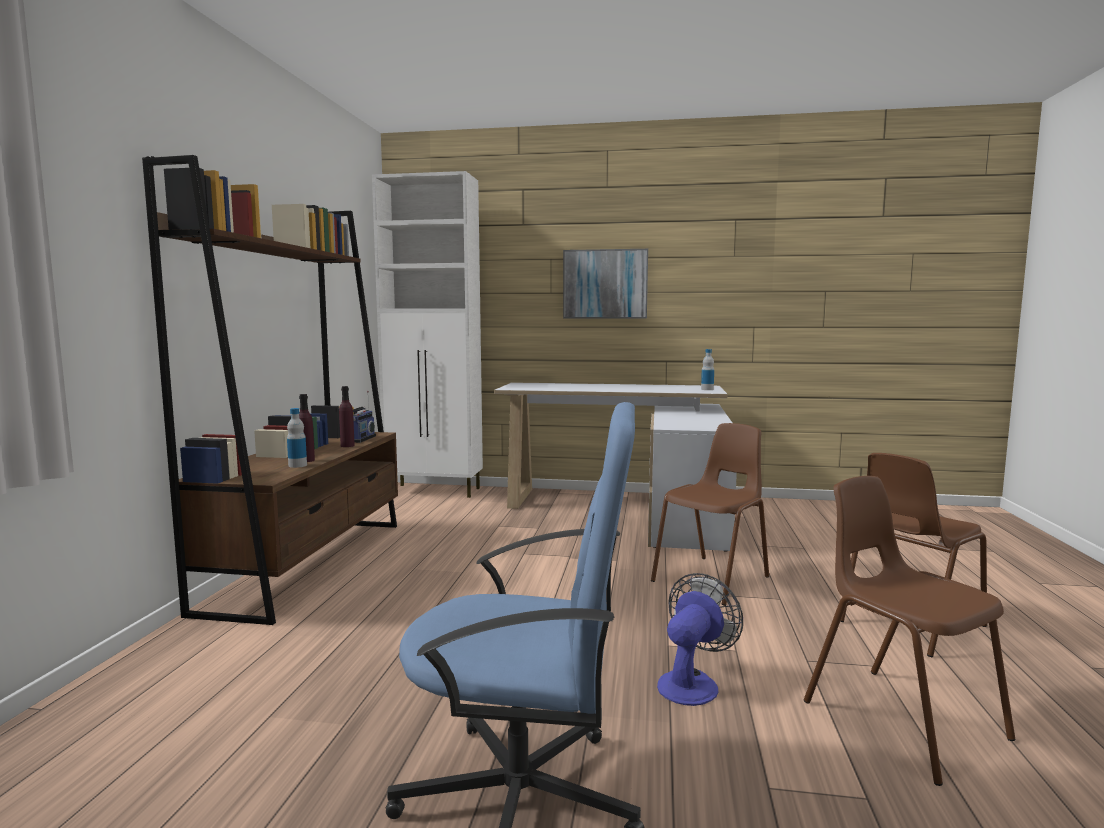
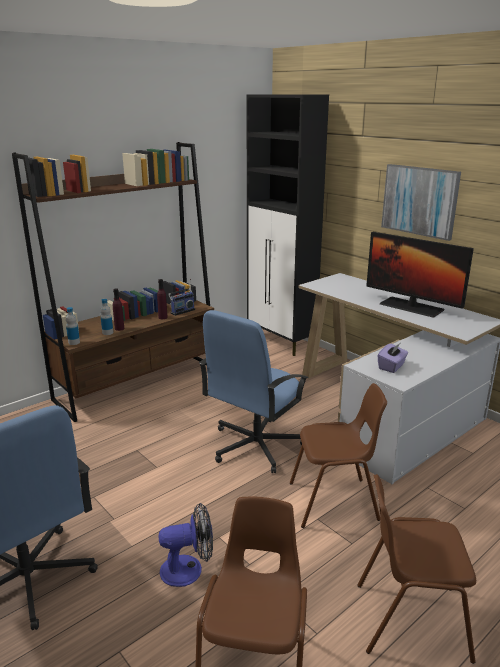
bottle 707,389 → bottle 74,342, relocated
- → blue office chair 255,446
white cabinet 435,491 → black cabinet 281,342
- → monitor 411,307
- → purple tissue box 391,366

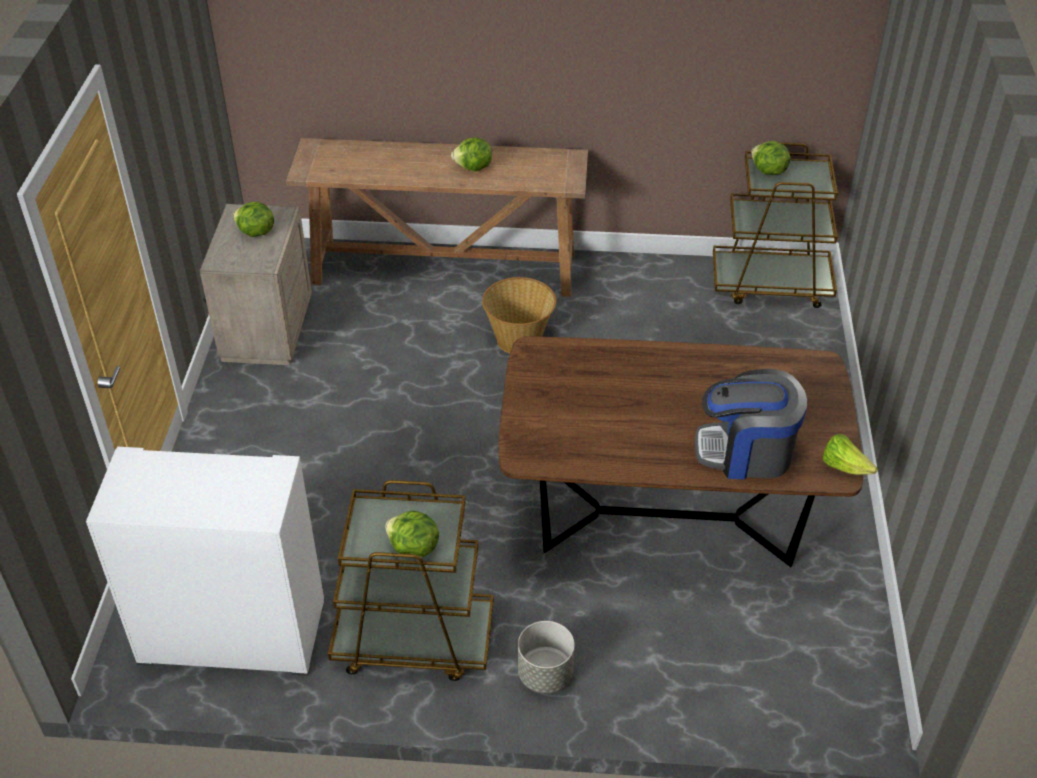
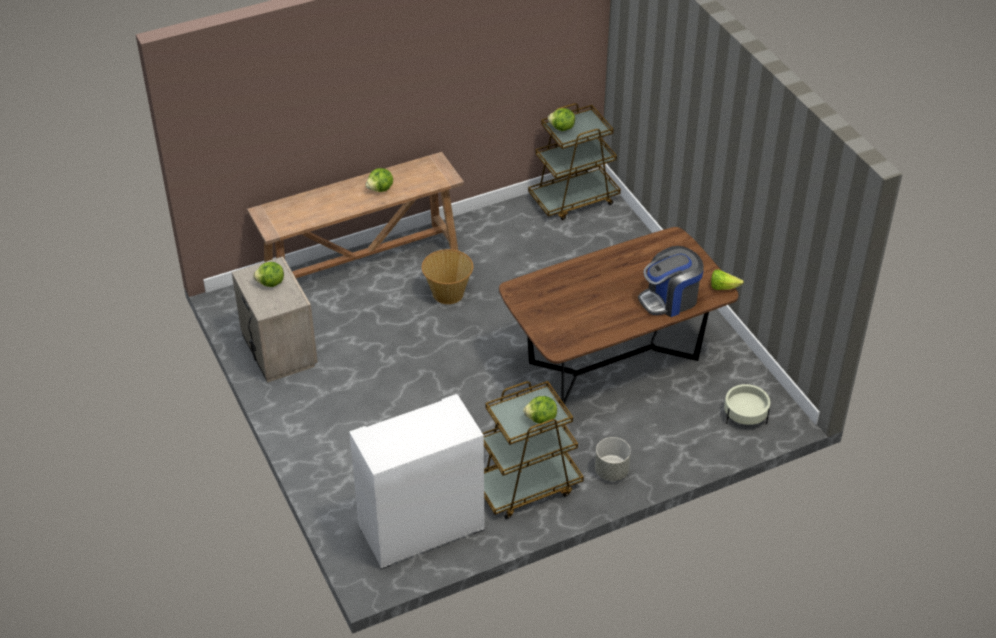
- → beige planter 745,415

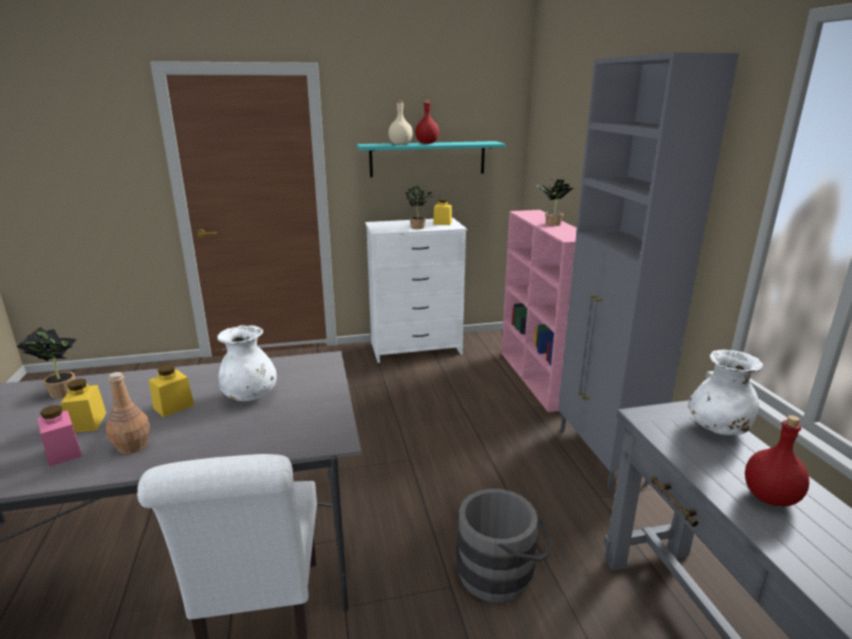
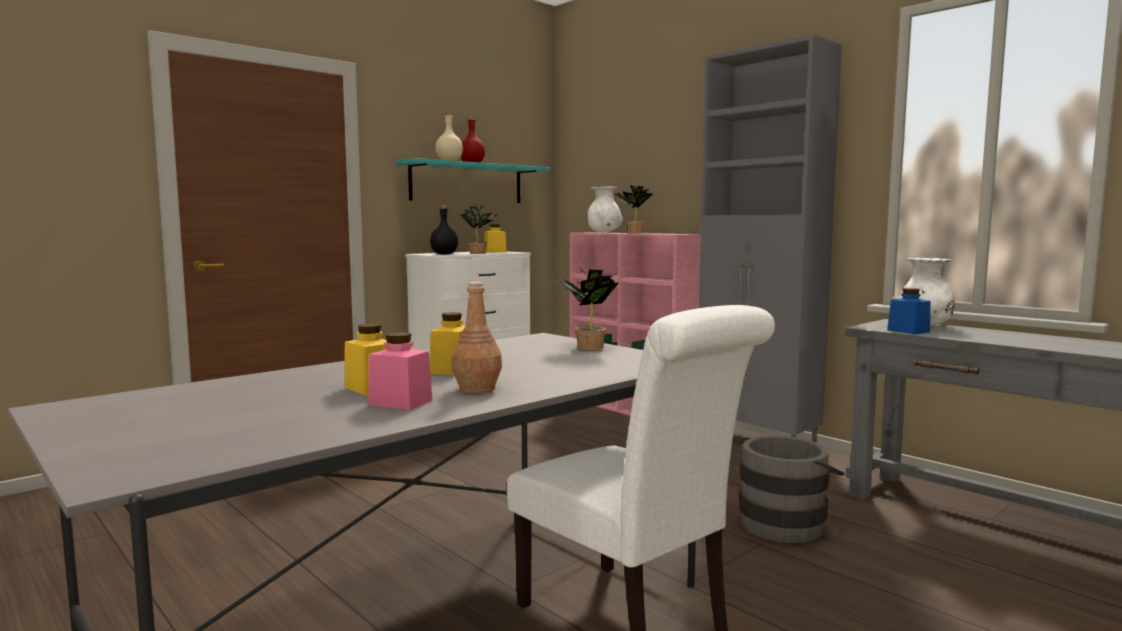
- → black bottle 444,254
potted plant 60,392 → potted plant 586,347, relocated
white vase 250,396 → white vase 604,232, relocated
- → blue jar 908,331
red bottle 770,498 → -

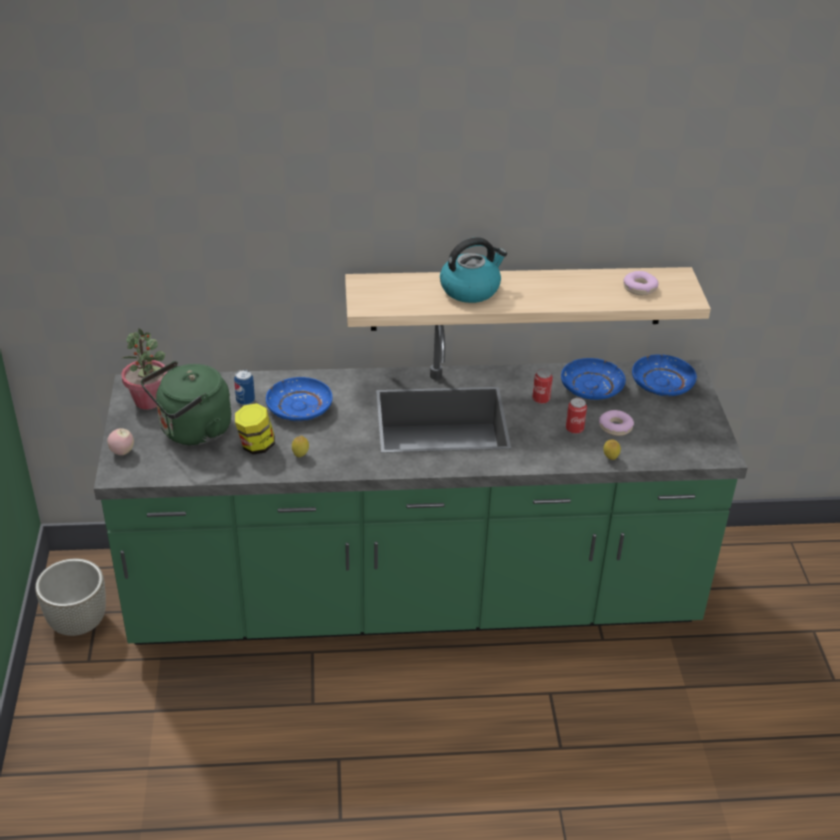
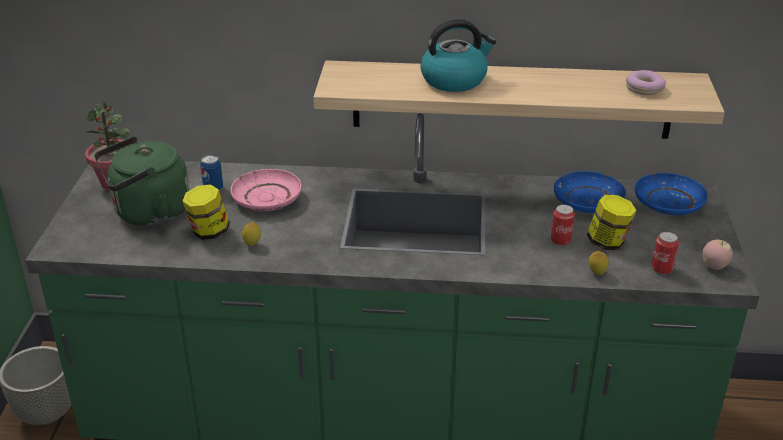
blue plate 299,407 → pink plate 267,199
donut 615,427 → jar 608,242
can 541,399 → can 662,269, relocated
apple 122,452 → apple 714,267, relocated

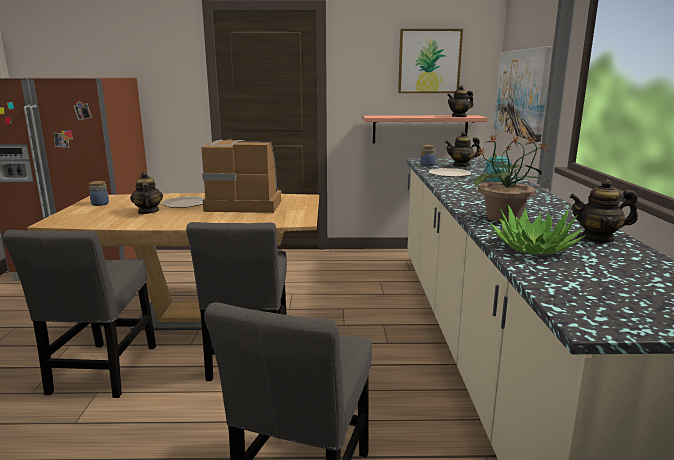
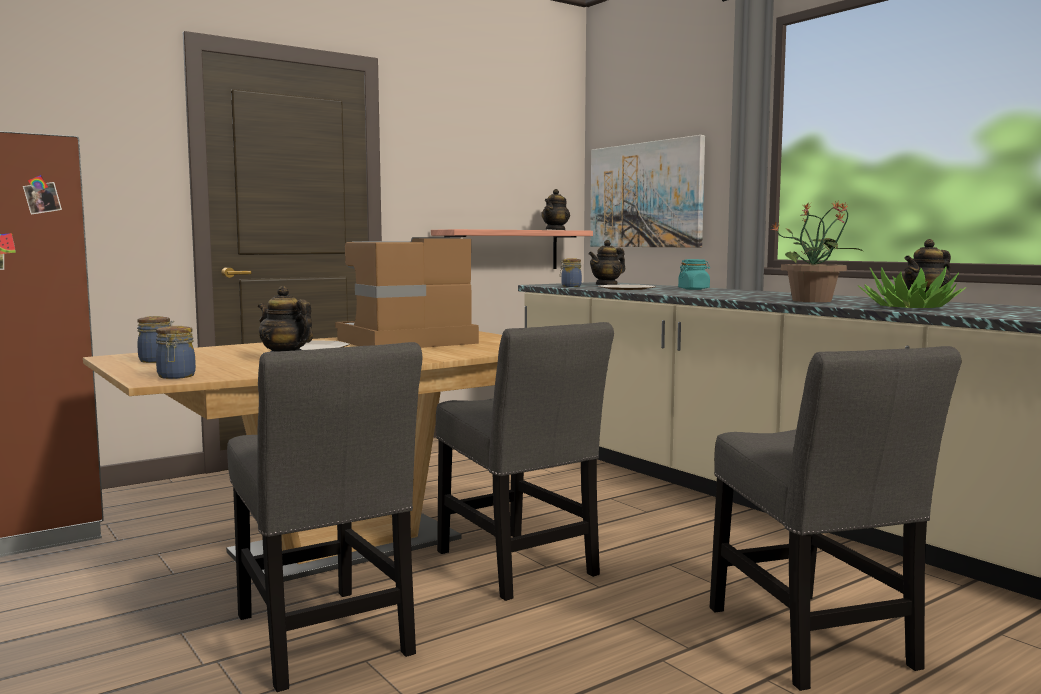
- → jar 176,376
picture 429,61 → -

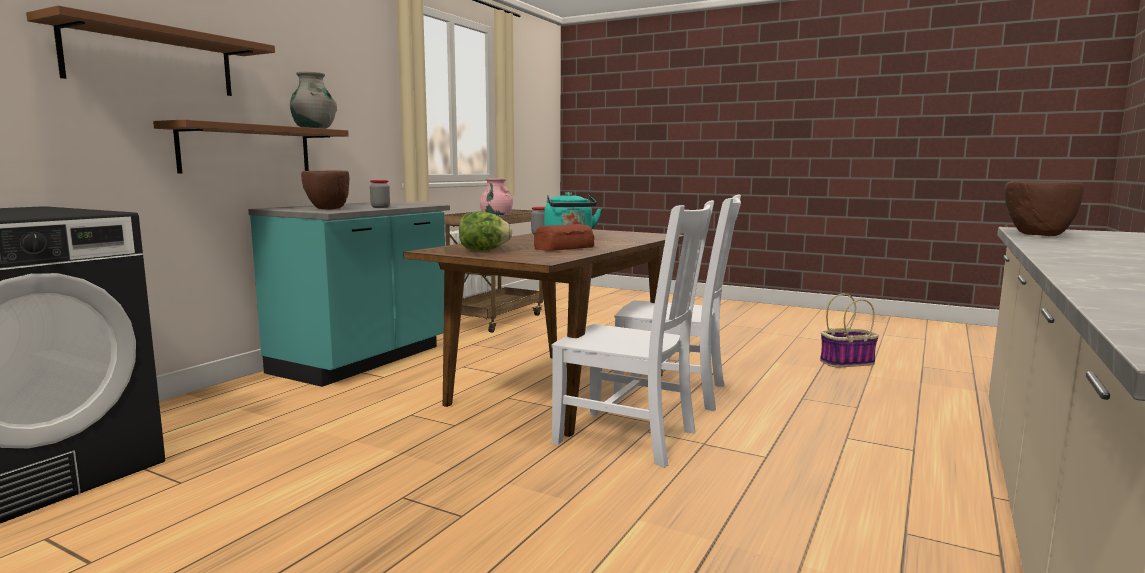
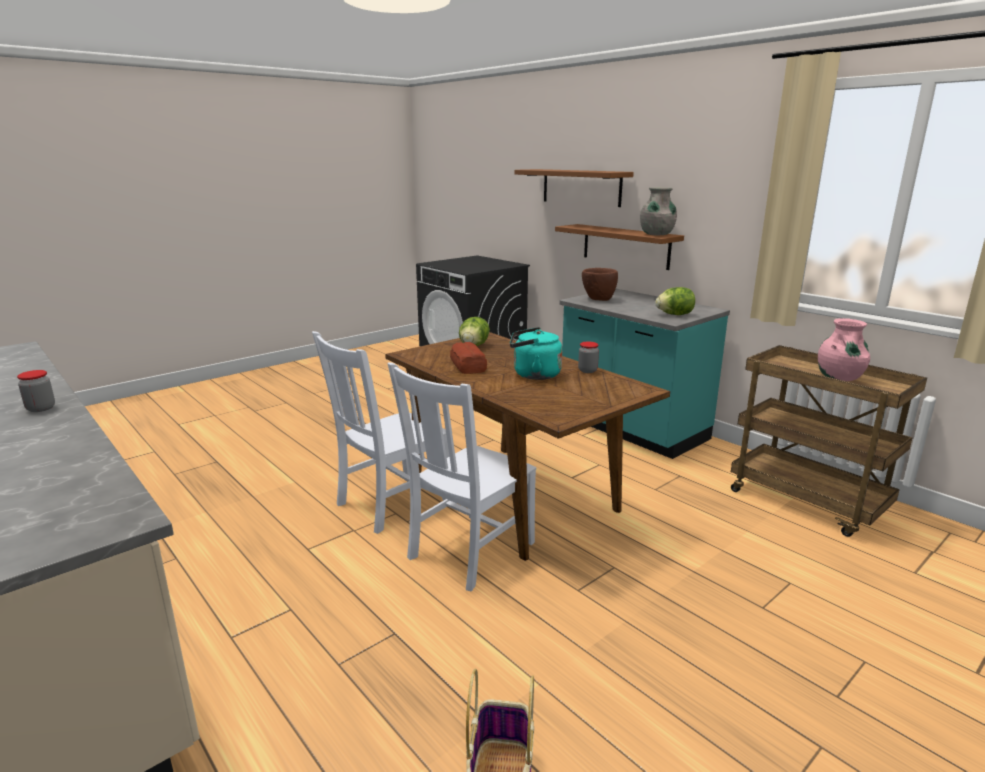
jar 380,207 → jar 41,408, relocated
- → lettuce 674,315
brown bowl 1037,235 → -

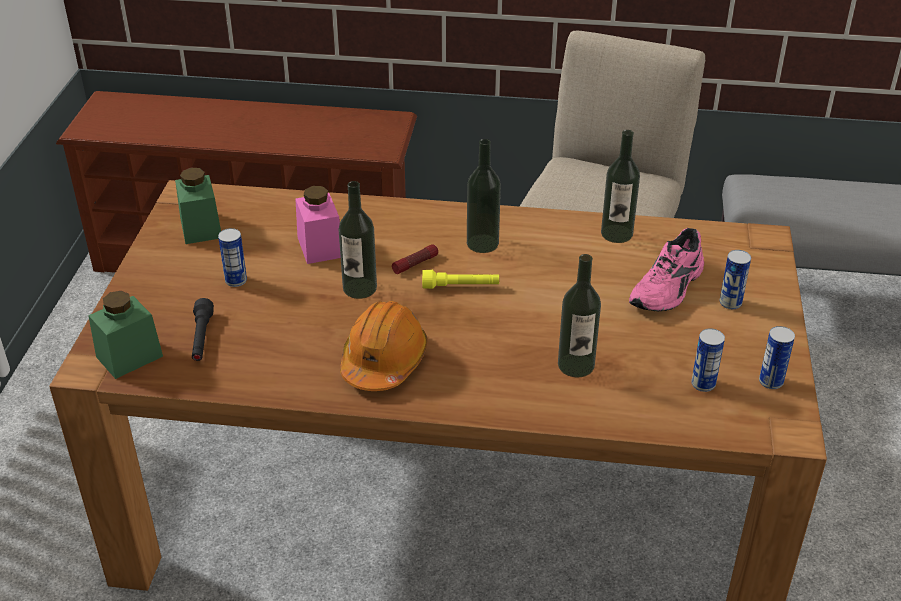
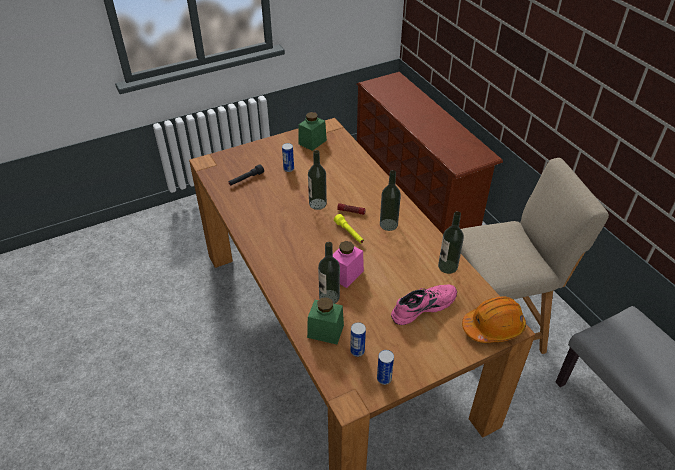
green jar 129,356 → green jar 325,331, relocated
pink jar 320,247 → pink jar 346,274, relocated
pink shoe 669,289 → pink shoe 422,306, 150 degrees clockwise
orange hard hat 384,361 → orange hard hat 493,327, relocated
can 730,303 → -

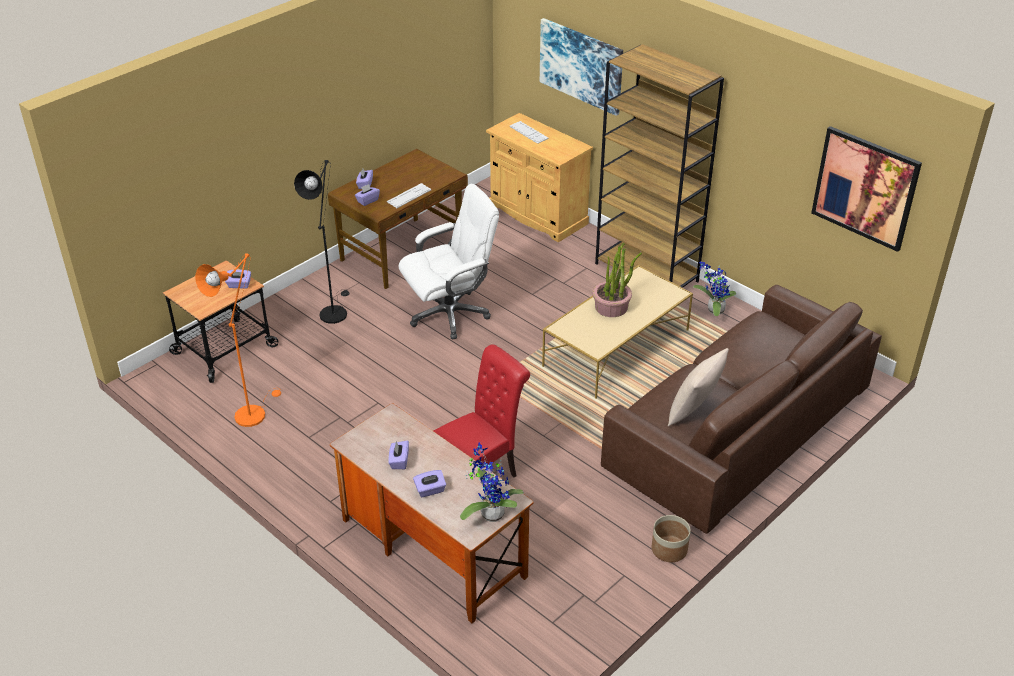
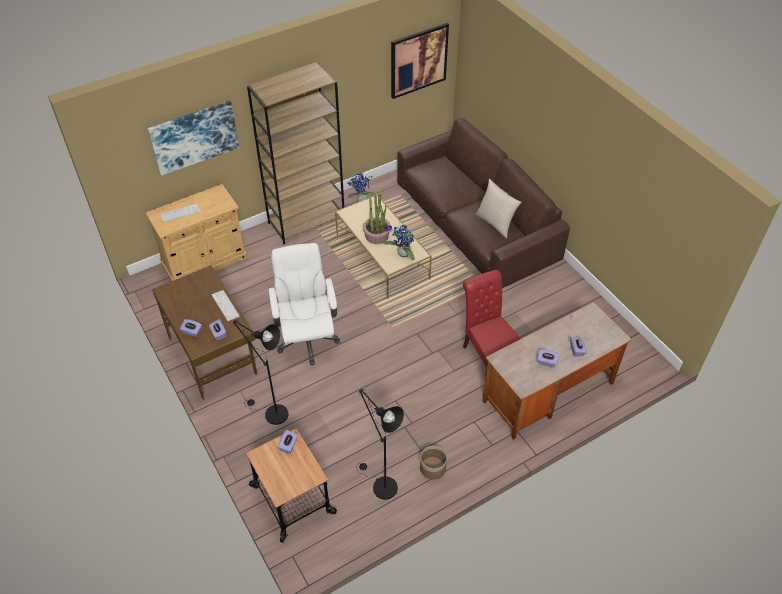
orange floor lamp 253,412 → black floor lamp 381,485
potted plant 490,512 → potted plant 402,254, relocated
planter 669,549 → planter 433,468, relocated

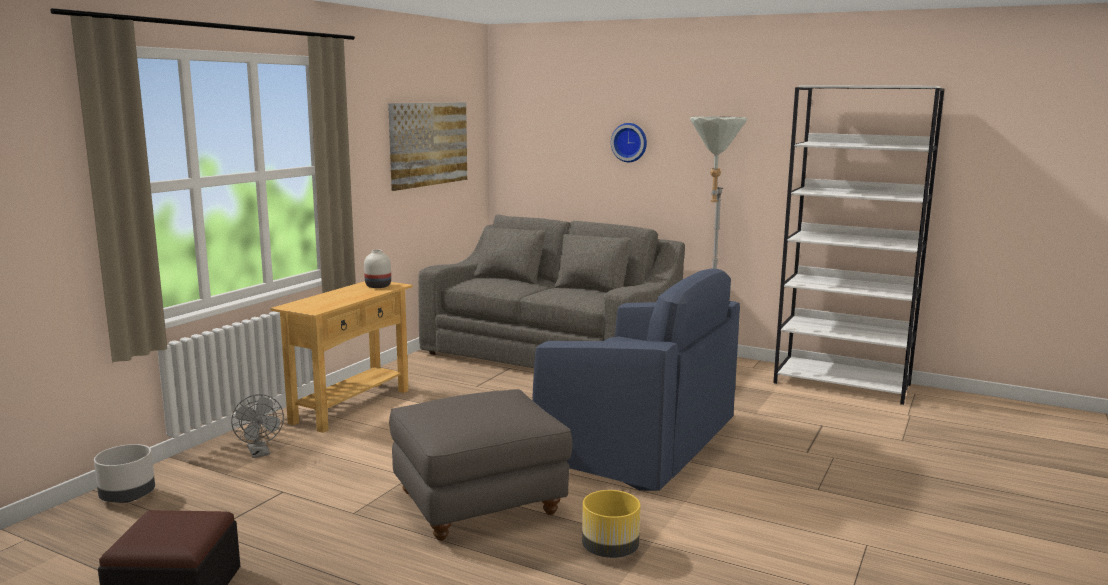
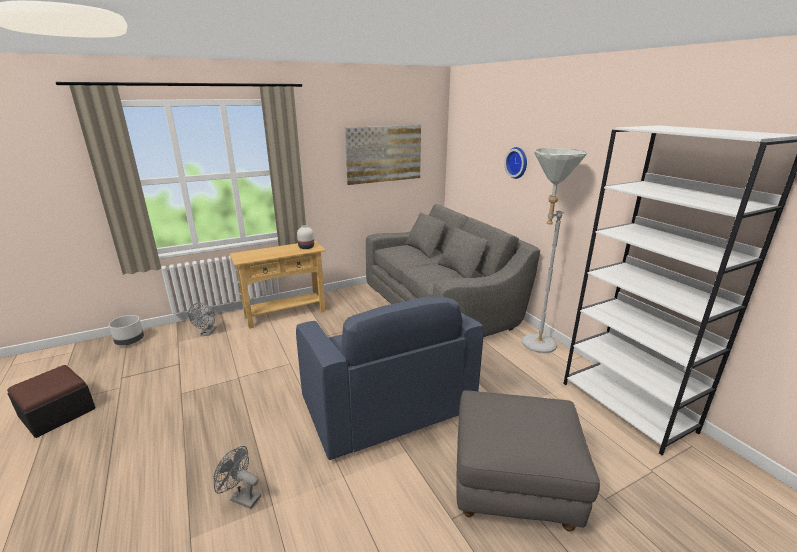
yellow planter 610,550 → grey fan 241,497
grey ottoman 479,503 → grey ottoman 514,484, relocated

